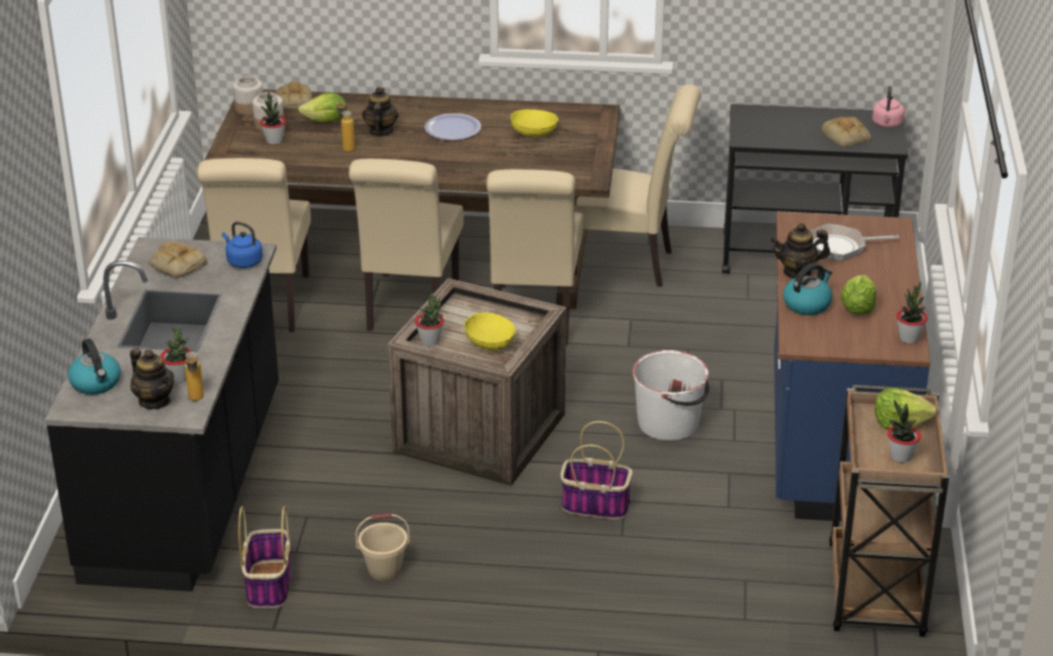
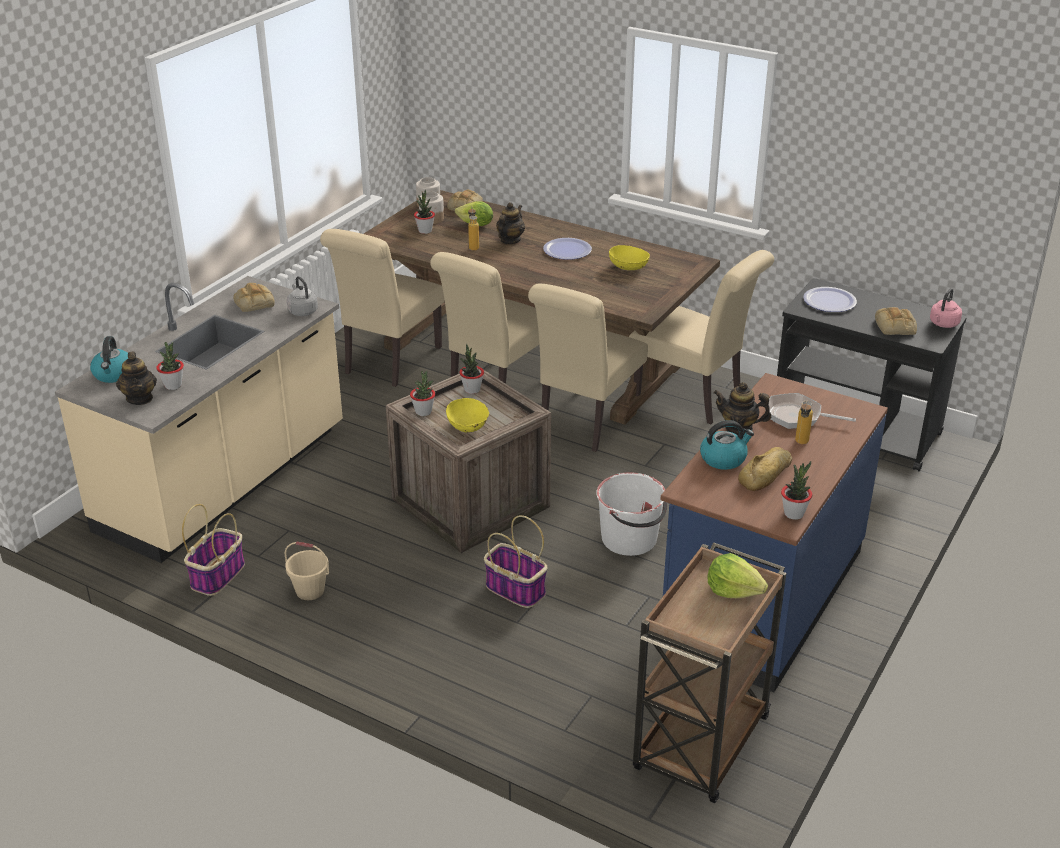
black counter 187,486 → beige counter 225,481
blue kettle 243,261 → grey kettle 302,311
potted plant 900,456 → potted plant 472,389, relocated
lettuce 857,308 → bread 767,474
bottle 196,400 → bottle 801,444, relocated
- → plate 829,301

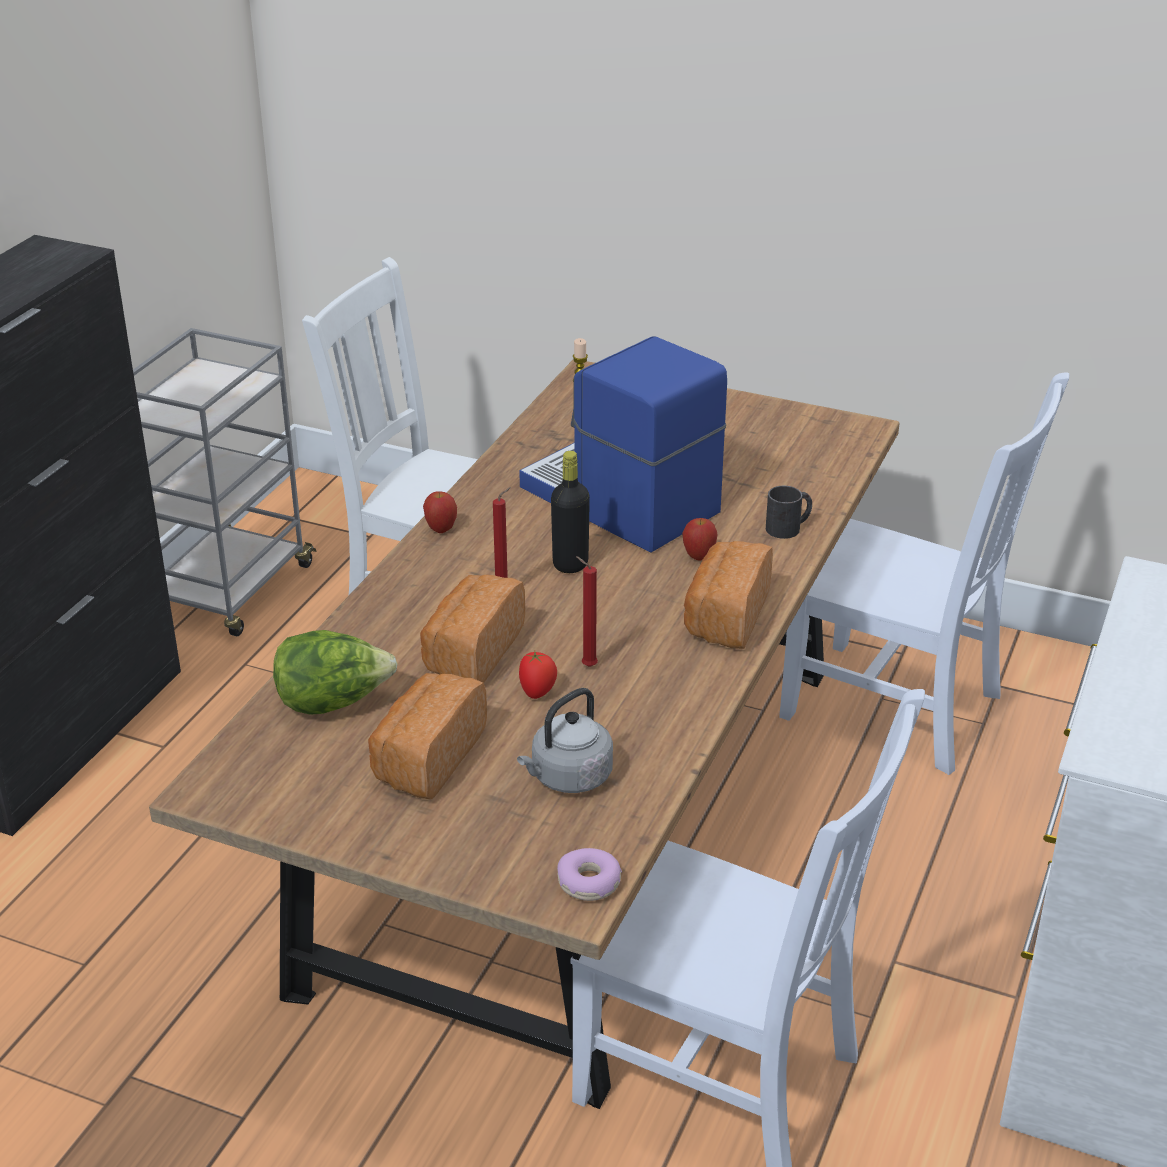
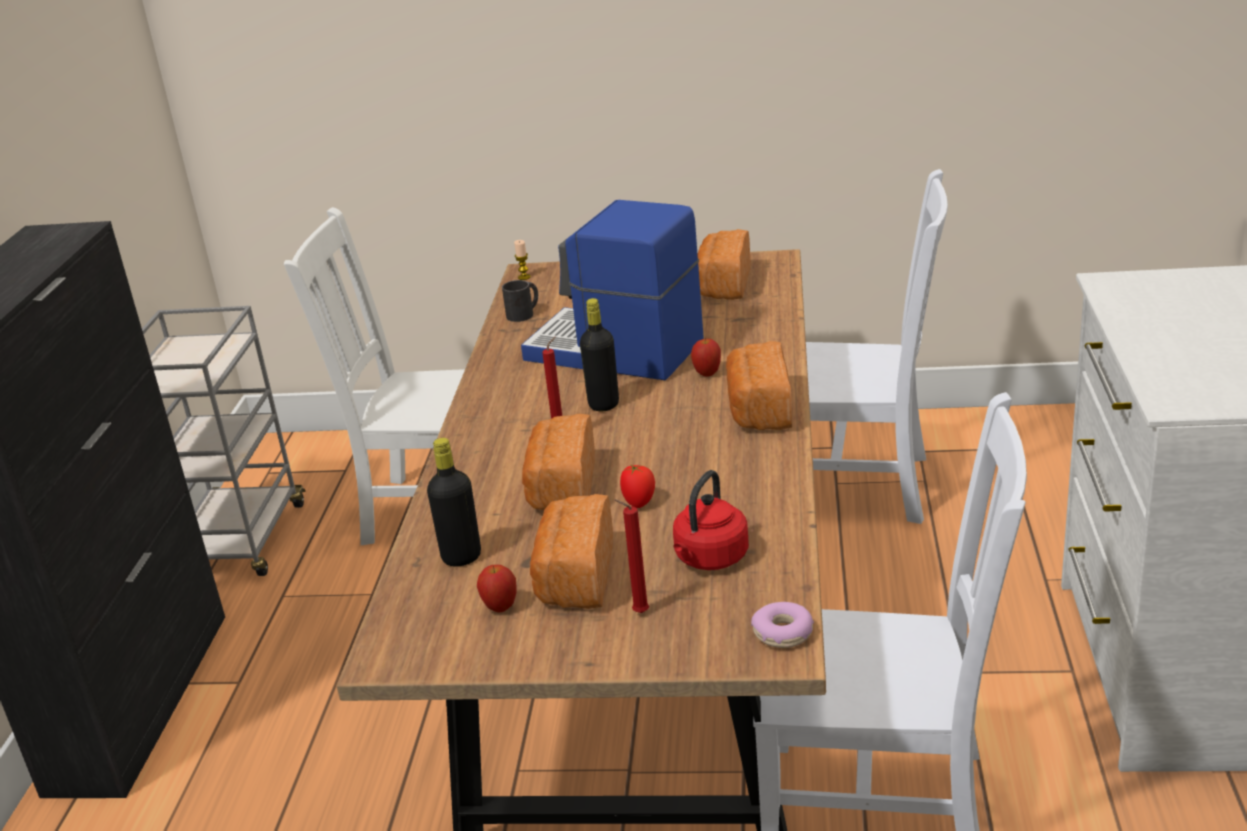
lettuce 333,702 → black bottle 461,557
apple 441,529 → apple 500,607, relocated
black mug 789,527 → black mug 524,313, relocated
red candle 587,666 → red candle 638,613, relocated
grey kettle 568,778 → red kettle 709,559
- → bread 723,285

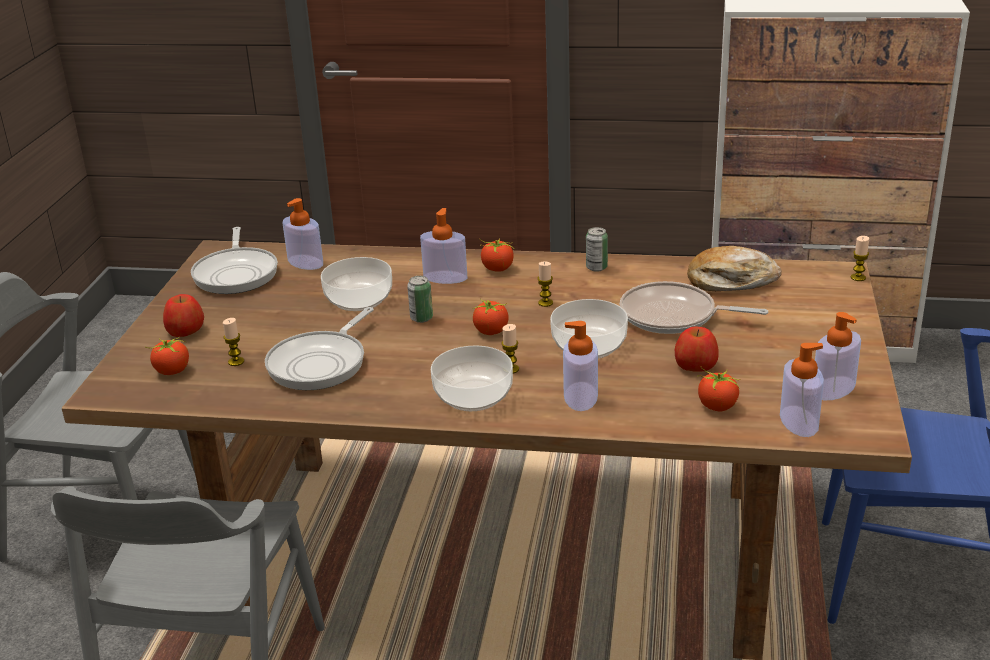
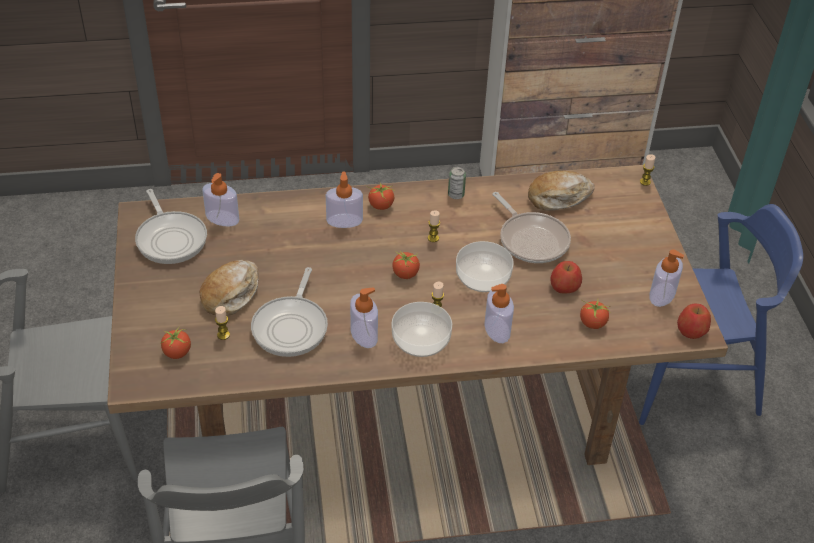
- → bread 231,294
soap dispenser 799,421 → soap dispenser 364,334, relocated
frying pan 673,316 → frying pan 531,239, 120 degrees counterclockwise
apple 185,331 → apple 691,330, relocated
bowl 358,299 → -
can 421,318 → -

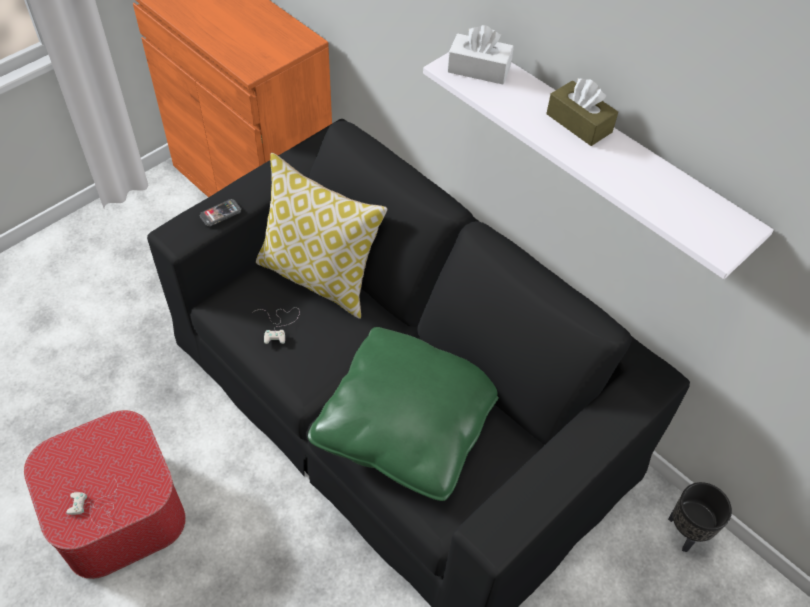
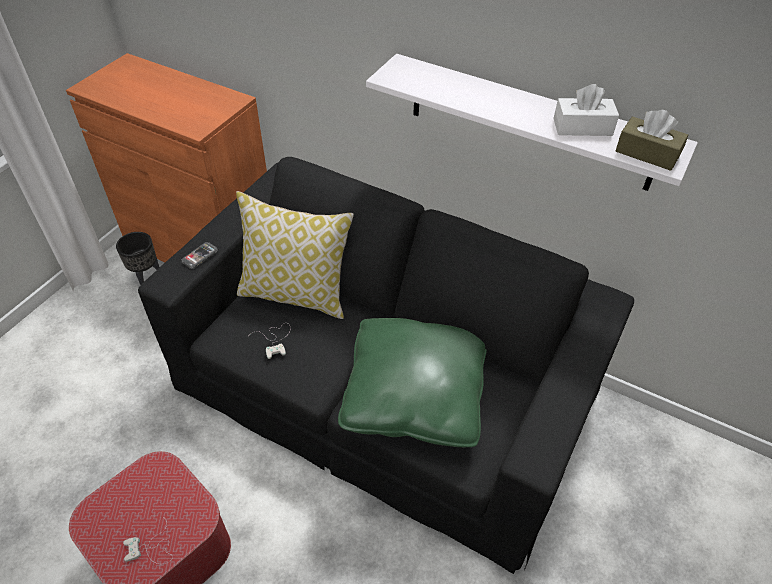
black planter 687,532 → black planter 146,275, relocated
white tissue box 479,69 → white tissue box 582,127, relocated
brown tissue box 579,123 → brown tissue box 647,153, relocated

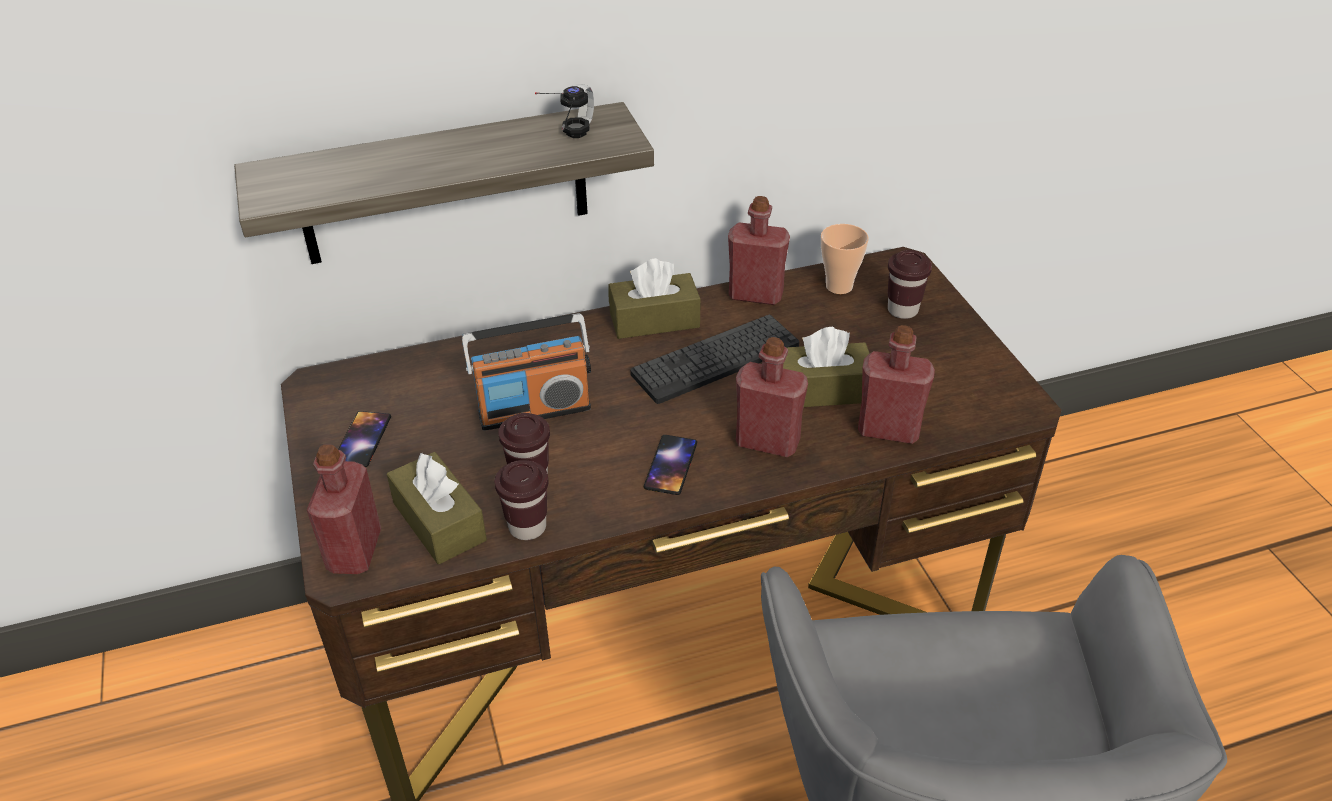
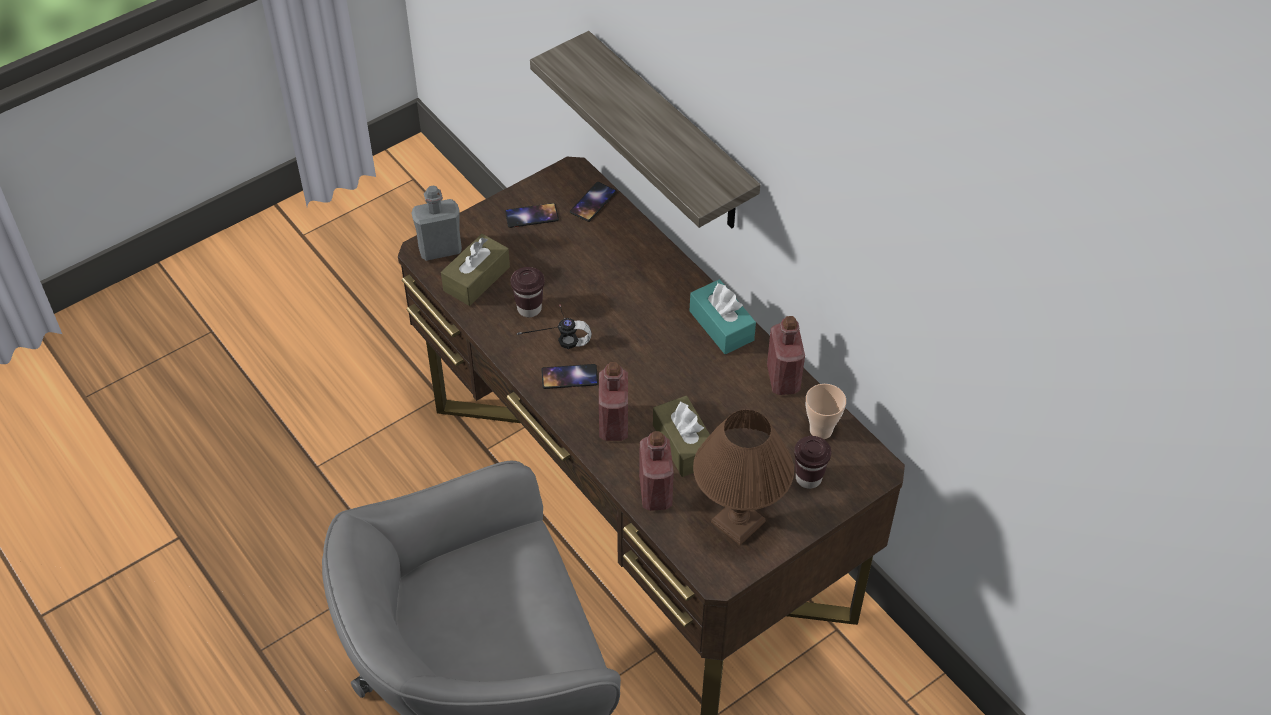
red bottle 354,551 → grey bottle 440,250
headphones 561,141 → headphones 555,339, relocated
- → phone 593,202
brown tissue box 654,320 → turquoise tissue box 721,325
- → brown table lamp 739,522
radio 534,410 → -
brown cup 527,527 → -
keyboard 715,360 → -

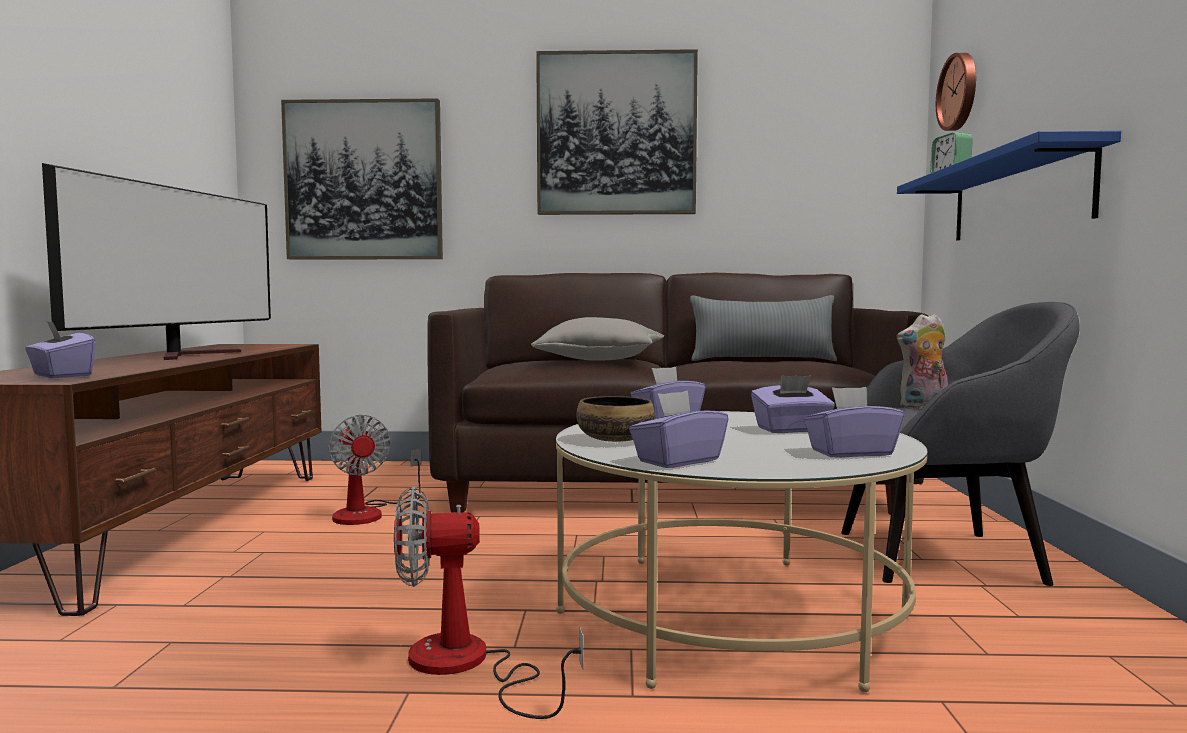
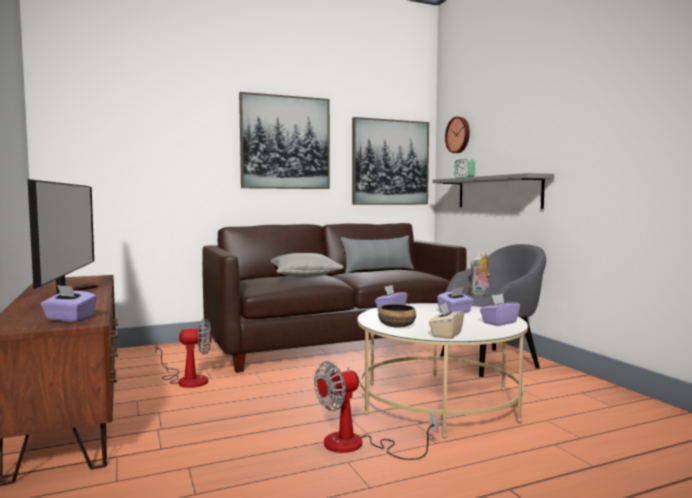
fan 369,513 → fan 187,380, 45 degrees counterclockwise
picture 364,180 → picture 390,162, relocated
purple tissue box 677,461 → beige tissue box 446,334
blue shelf 1017,197 → grey shelf 498,192

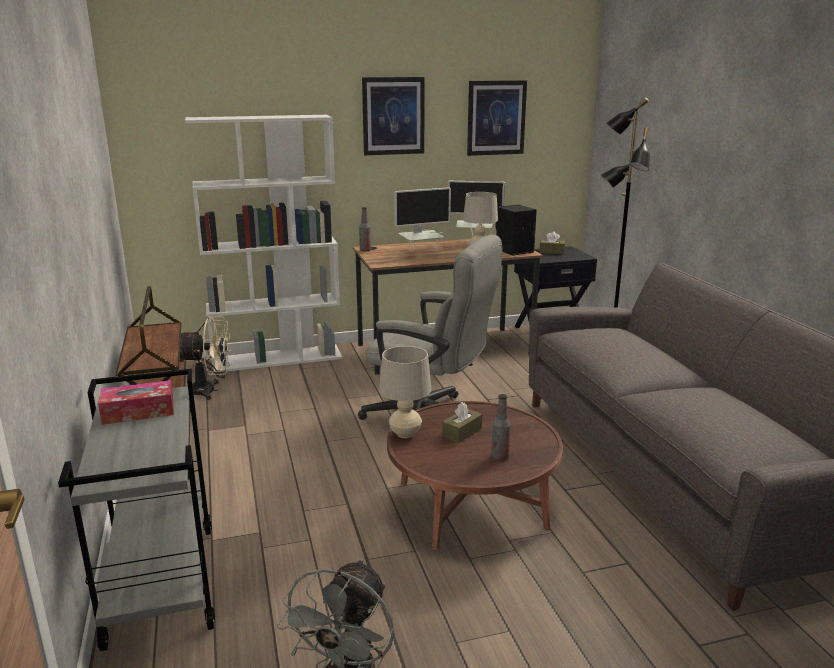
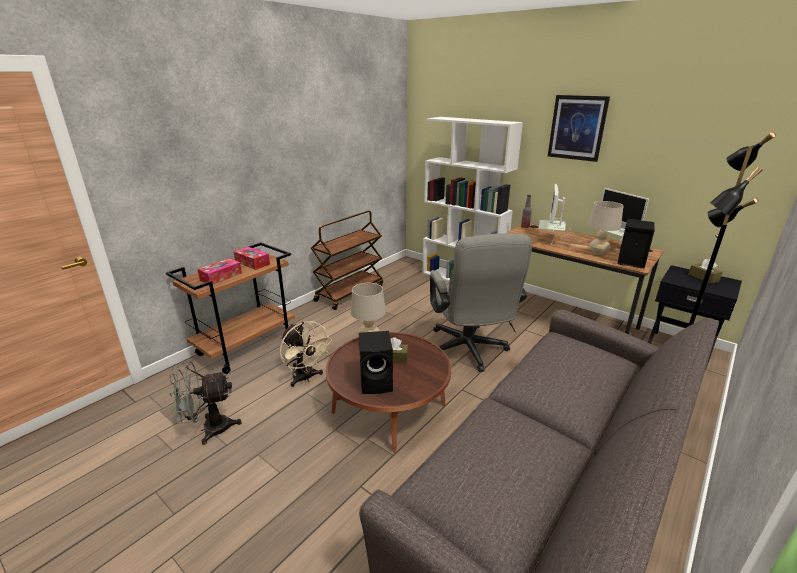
grey cart 160,583 → brown cart 247,346
- → tissue box 221,276
beige fan 209,391 → beige fan 306,378, relocated
bottle 500,457 → black speaker 377,382
monitor 421,255 → monitor 550,241, 75 degrees clockwise
picture 496,118 → -

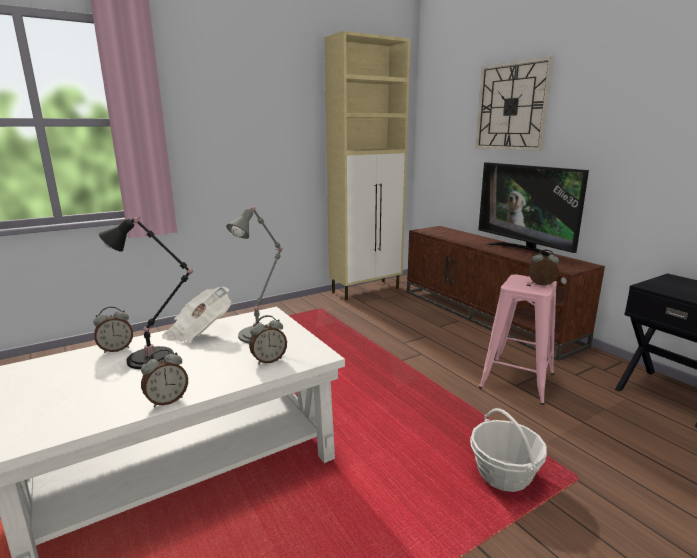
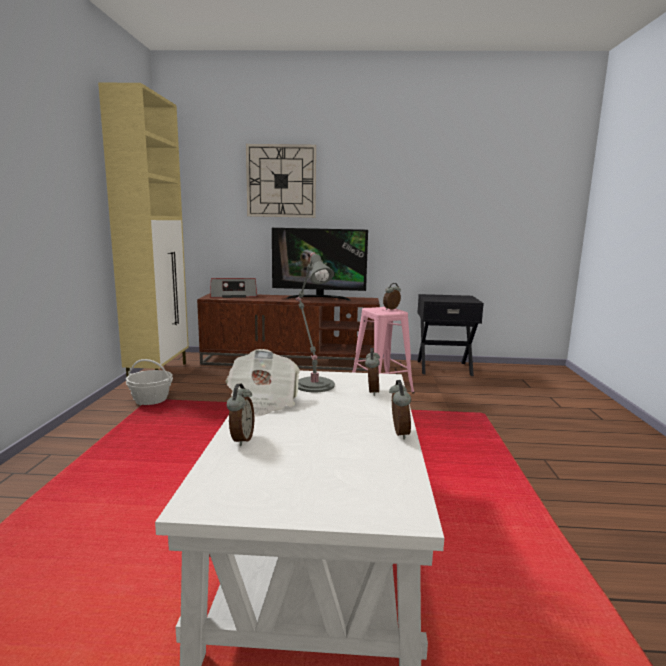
basket 504,475 → basket 151,400, relocated
- → radio 233,296
black table lamp 155,358 → -

